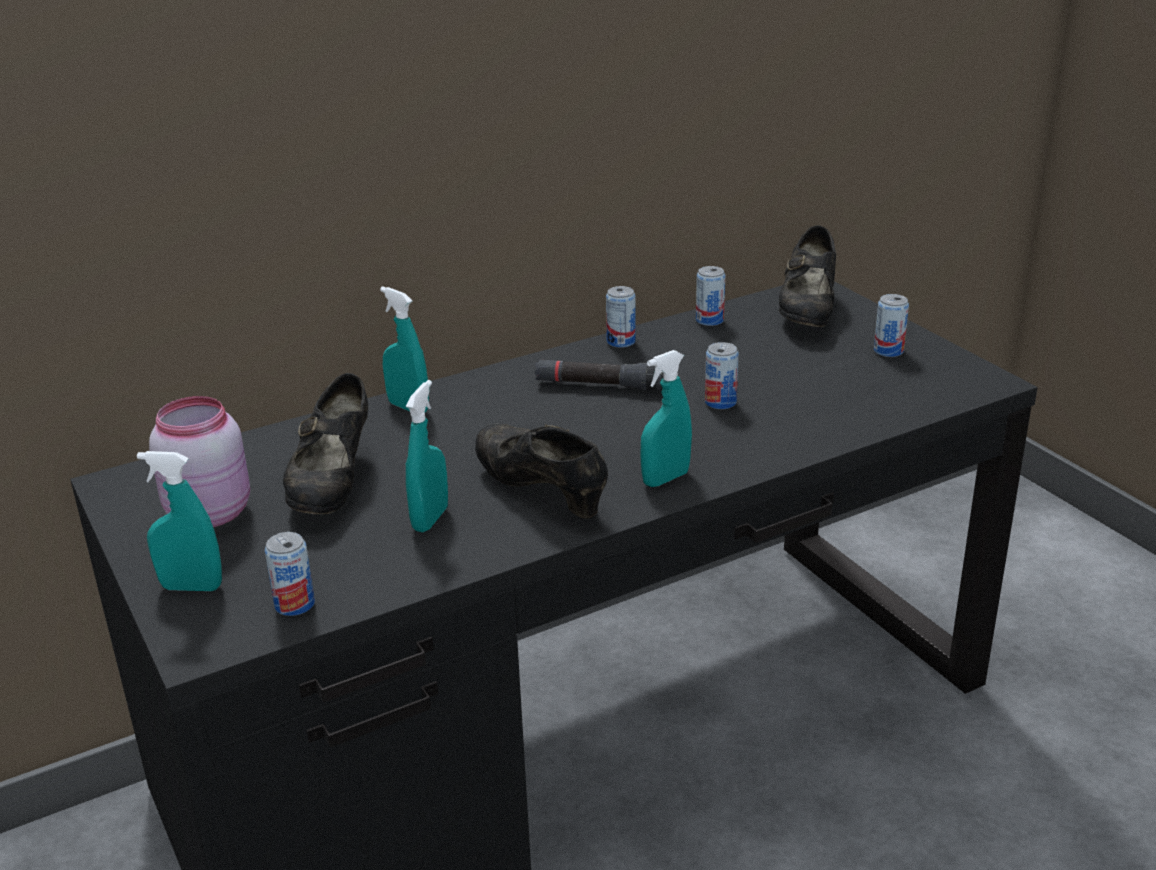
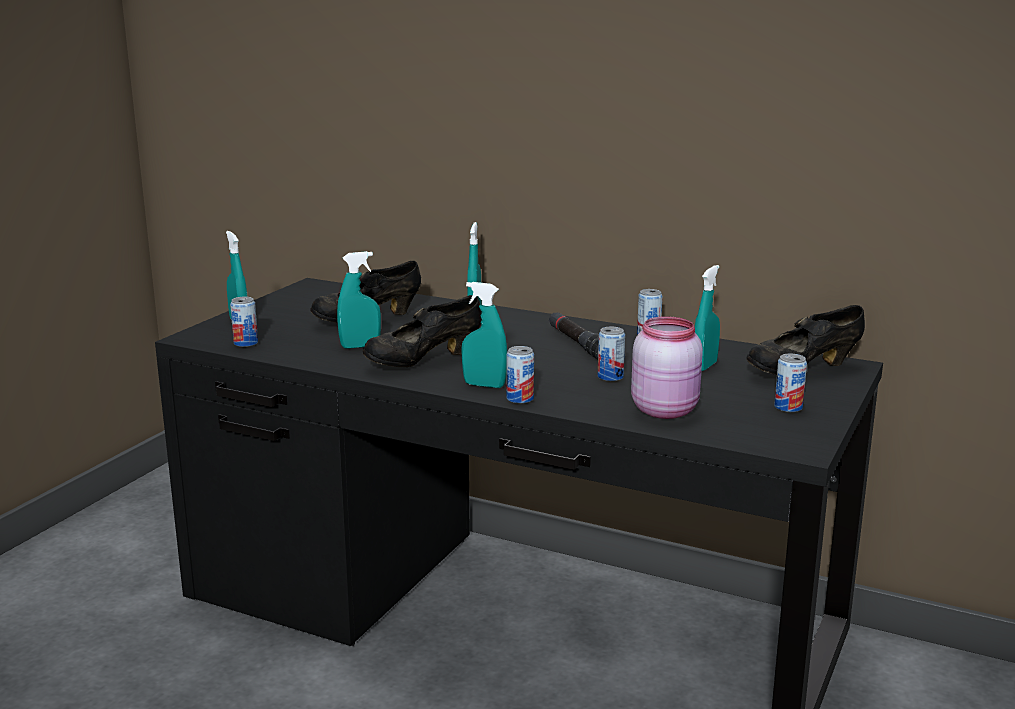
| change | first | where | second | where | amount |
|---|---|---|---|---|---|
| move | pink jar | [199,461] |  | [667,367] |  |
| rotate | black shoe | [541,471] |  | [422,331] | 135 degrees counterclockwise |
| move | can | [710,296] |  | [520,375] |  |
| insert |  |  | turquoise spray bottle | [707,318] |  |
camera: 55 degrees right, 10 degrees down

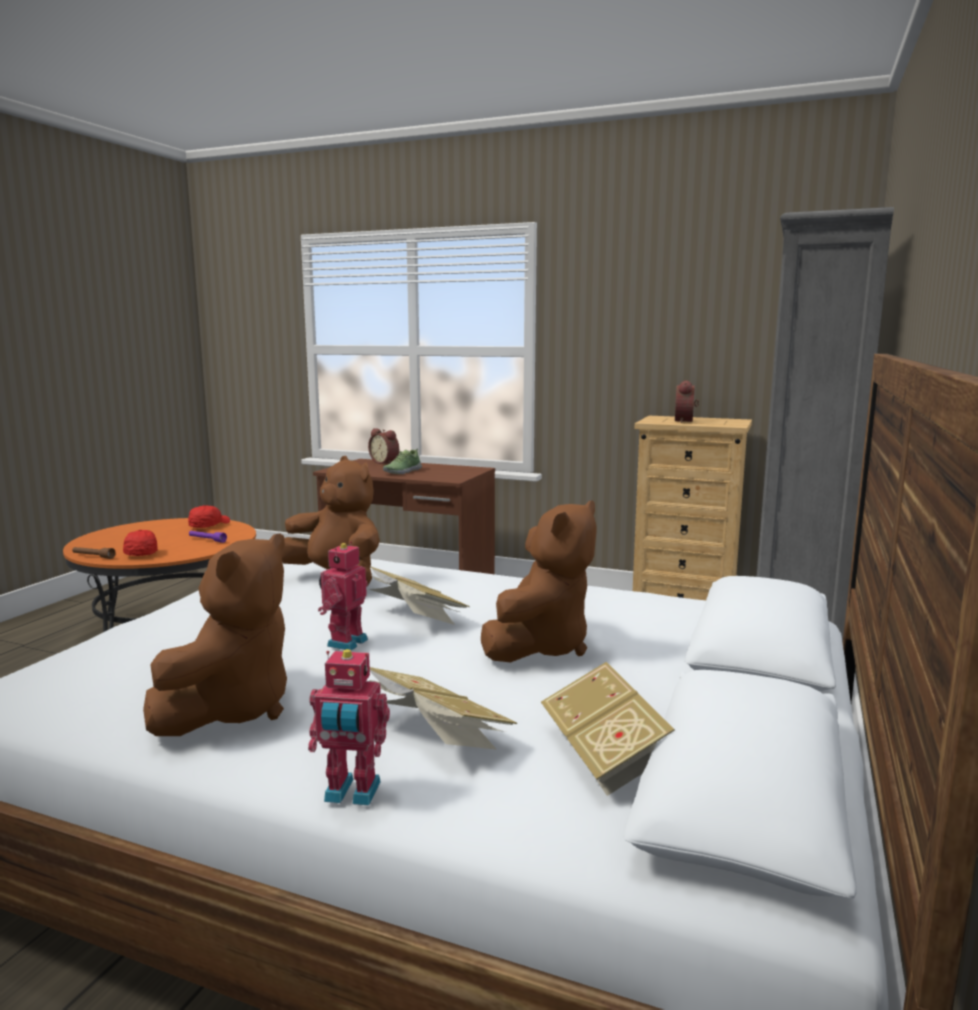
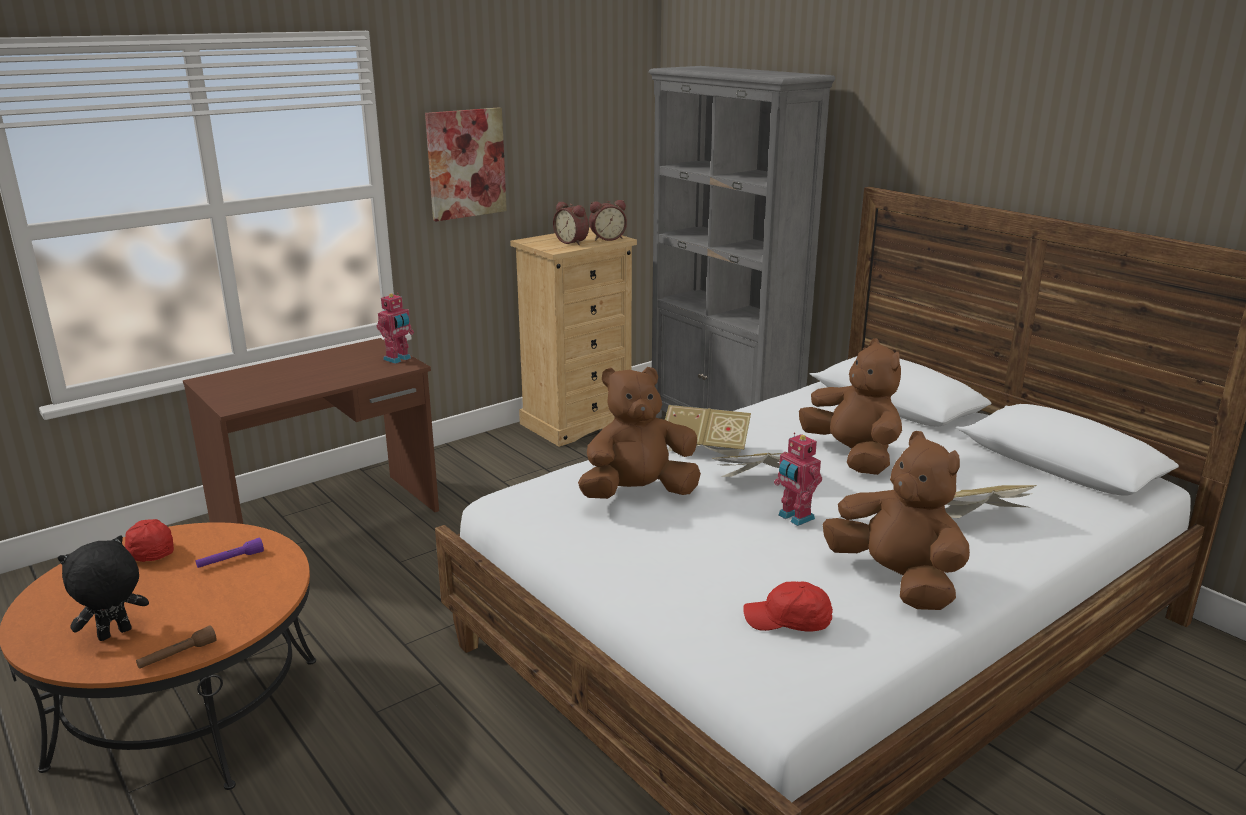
| change | first | where | second | where | amount |
|---|---|---|---|---|---|
| move | red cap | [140,543] |  | [788,606] |  |
| move | toy robot | [349,727] |  | [395,328] |  |
| move | alarm clock | [383,446] |  | [608,220] |  |
| delete | shoe | [402,461] |  |  |  |
| move | book | [608,729] |  | [708,431] |  |
| insert |  |  | black plush toy | [103,588] |  |
| insert |  |  | picture | [466,164] |  |
camera: 60 degrees left, 10 degrees up

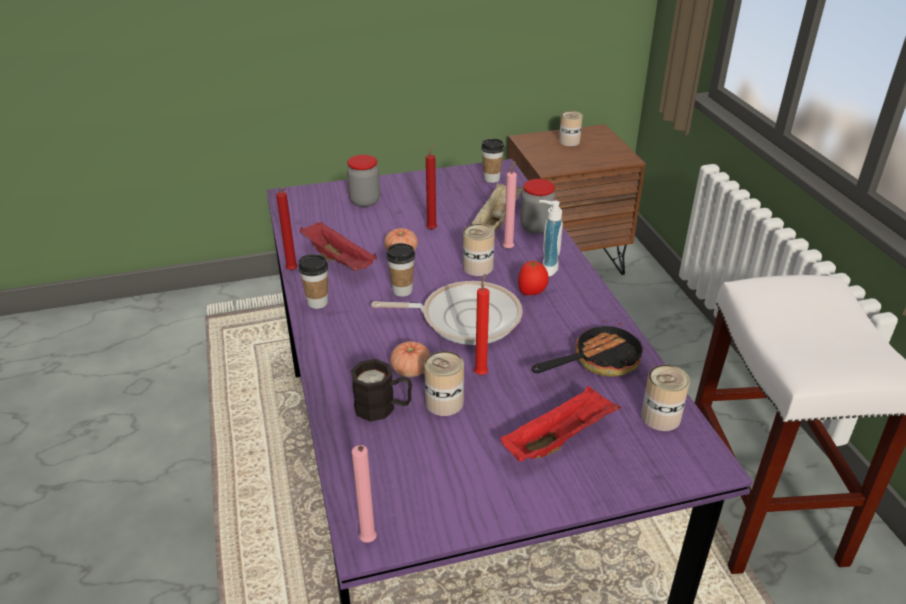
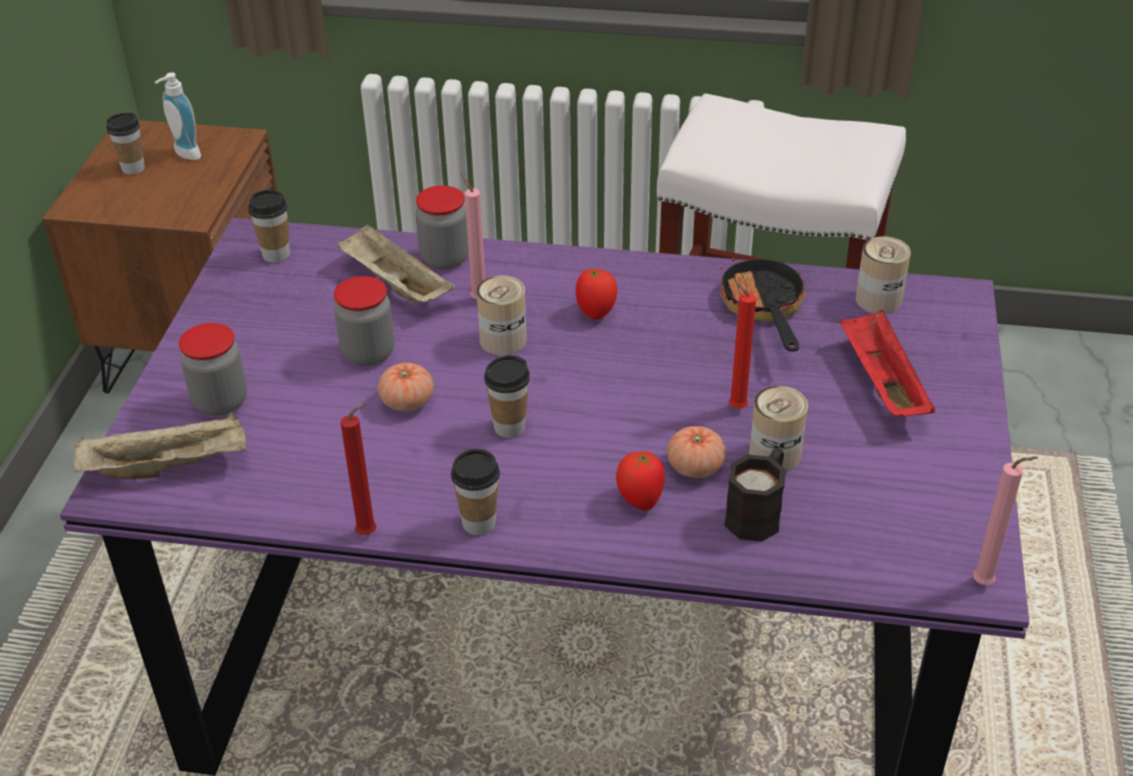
| change | first | where | second | where | amount |
|---|---|---|---|---|---|
| delete | red tray | [338,246] |  |  |  |
| delete | frying pan | [447,313] |  |  |  |
| replace | red candle | [431,187] | jar | [364,321] |  |
| move | soap dispenser | [551,238] |  | [178,116] |  |
| replace | can | [571,128] | cup | [125,144] |  |
| insert |  |  | beige tray | [159,445] |  |
| insert |  |  | tomato | [640,479] |  |
camera: 65 degrees left, 5 degrees up

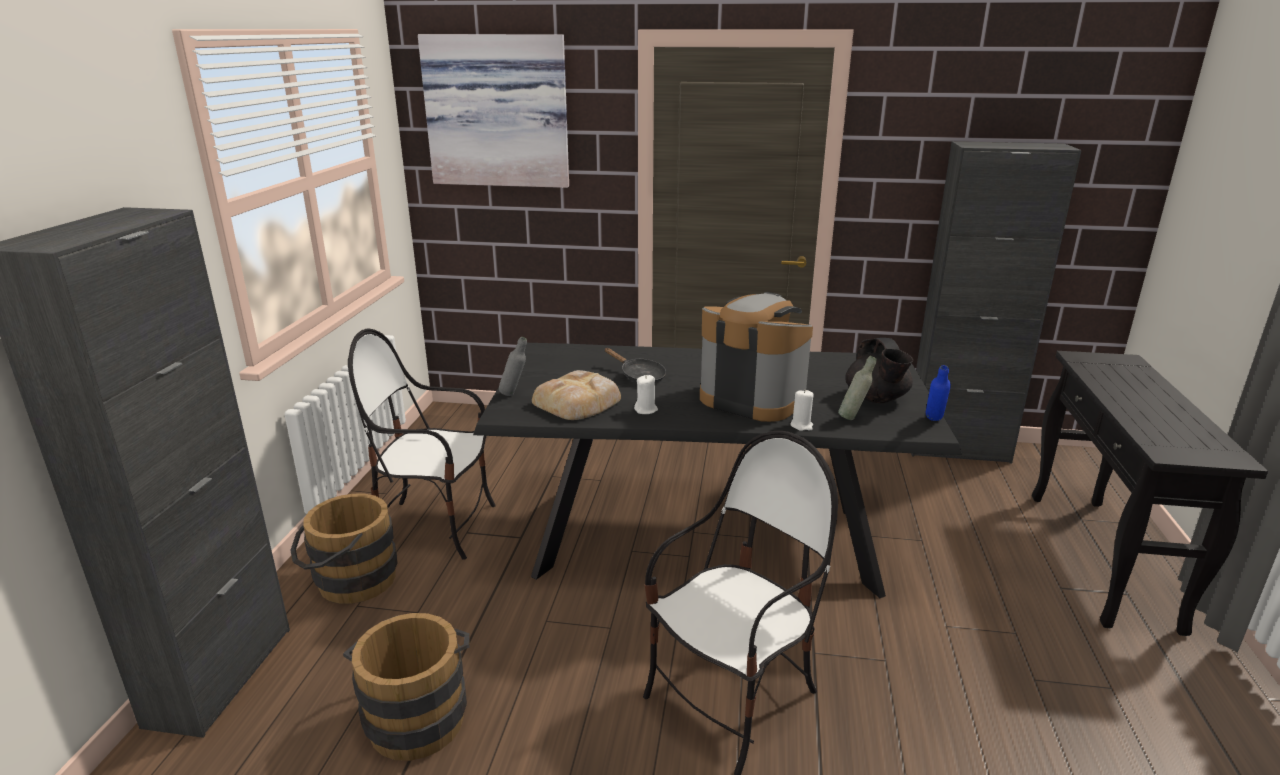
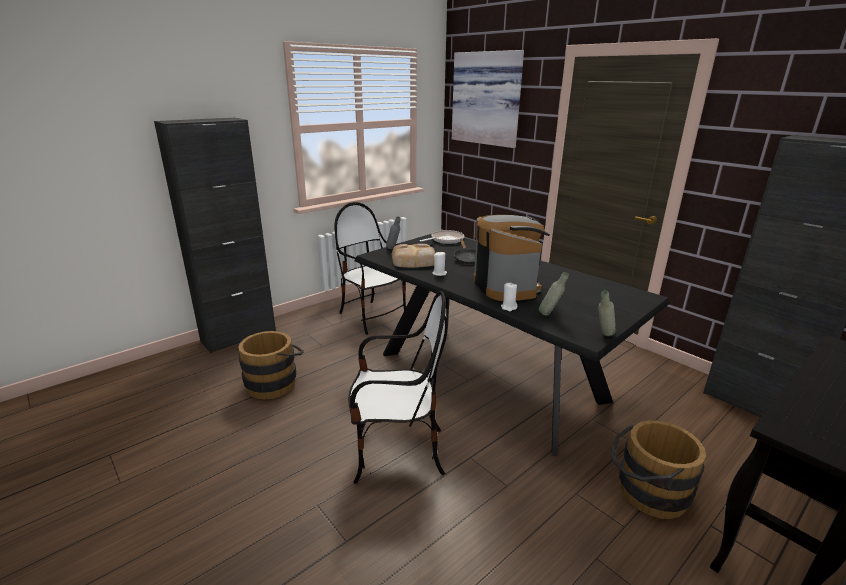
| change | first | where | second | where | amount |
|---|---|---|---|---|---|
| move | brown bucket | [344,549] |  | [658,469] |  |
| delete | black teapot | [879,370] |  |  |  |
| recolor | blue bottle | [938,393] | grey bottle | [607,313] |  |
| insert |  |  | frying pan | [442,237] |  |
camera: 40 degrees right, 0 degrees up

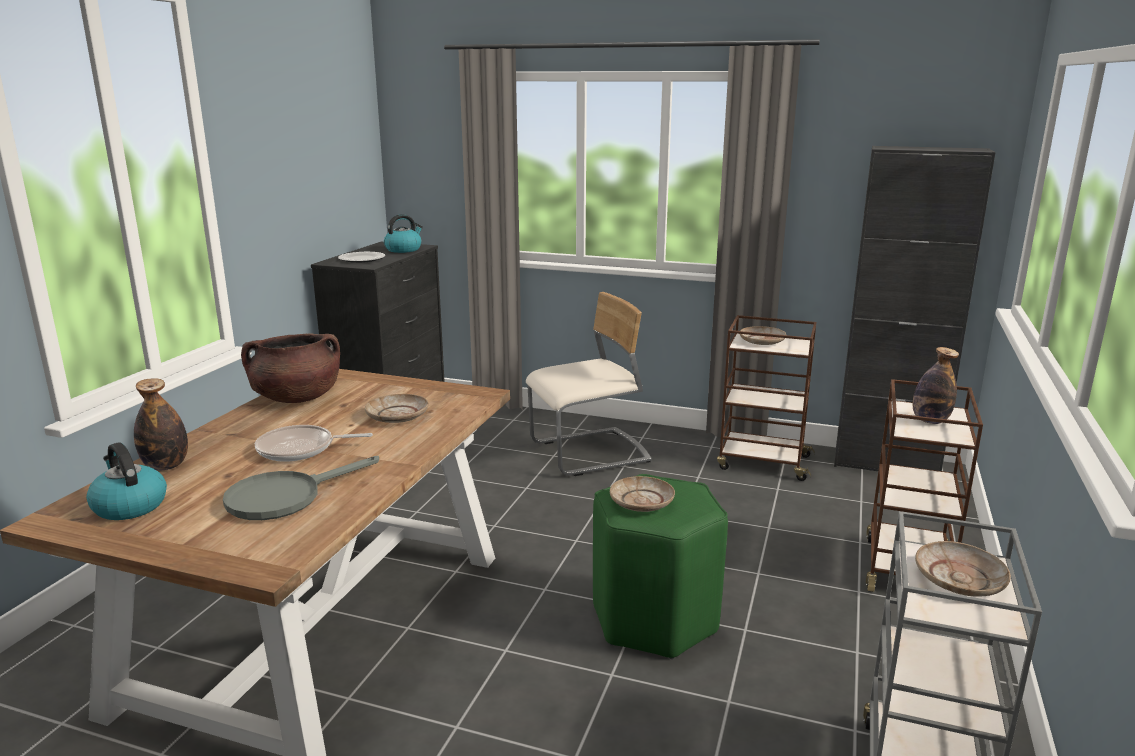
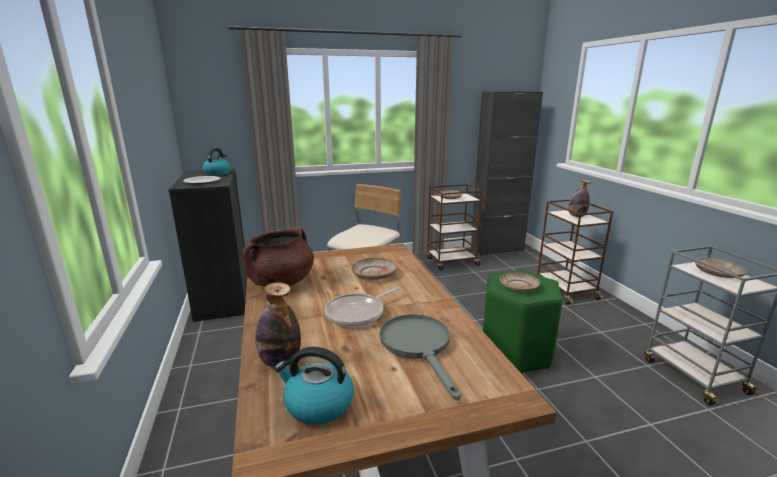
| change | first | where | second | where | amount |
|---|---|---|---|---|---|
| rotate | grey frying pan | [301,488] |  | [420,357] | 150 degrees clockwise |
camera: 35 degrees left, 0 degrees up

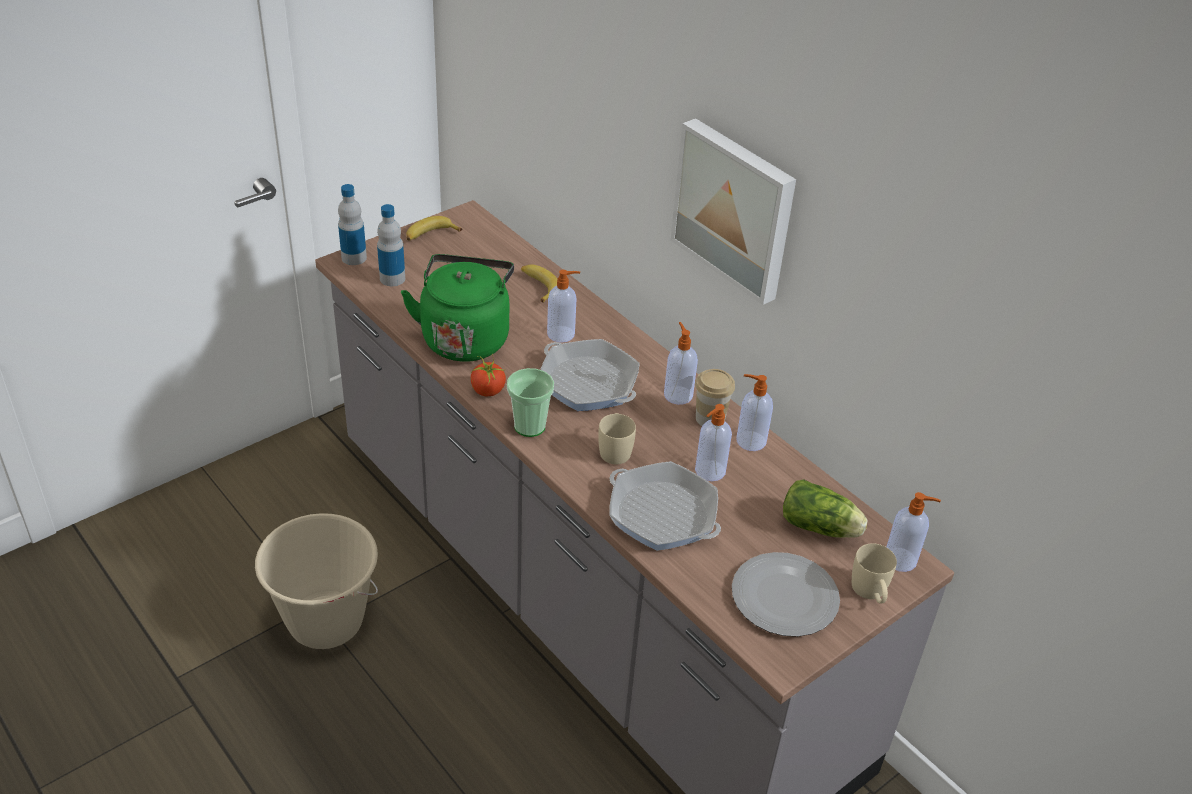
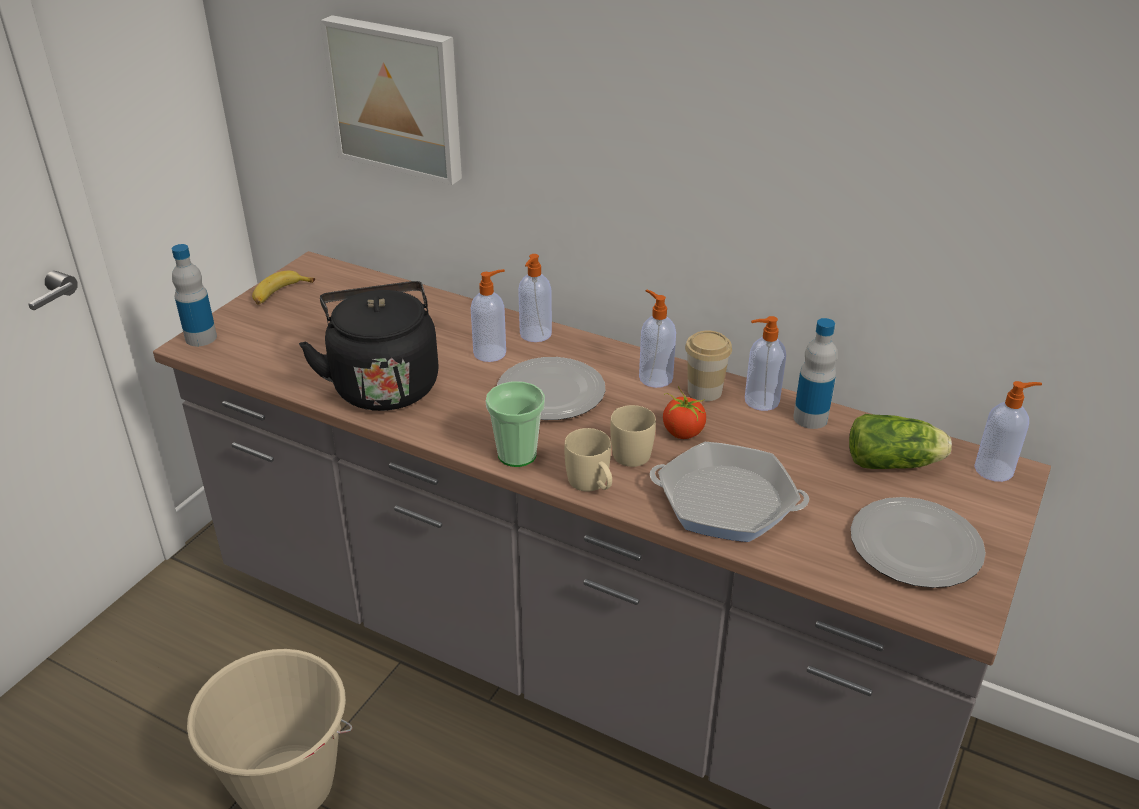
| change | first | where | second | where | amount |
|---|---|---|---|---|---|
| move | bottle | [391,245] |  | [815,373] |  |
| recolor | green kettle | [457,308] | black kettle | [369,346] |  |
| move | tomato | [488,375] |  | [684,412] |  |
| delete | banana | [539,283] |  |  |  |
| replace | frying pan | [590,375] | plate | [551,388] |  |
| move | picture | [733,211] |  | [391,100] |  |
| move | soap dispenser | [713,442] |  | [535,298] |  |
| move | beige mug | [874,573] |  | [588,460] |  |
camera: 20 degrees left, 5 degrees down

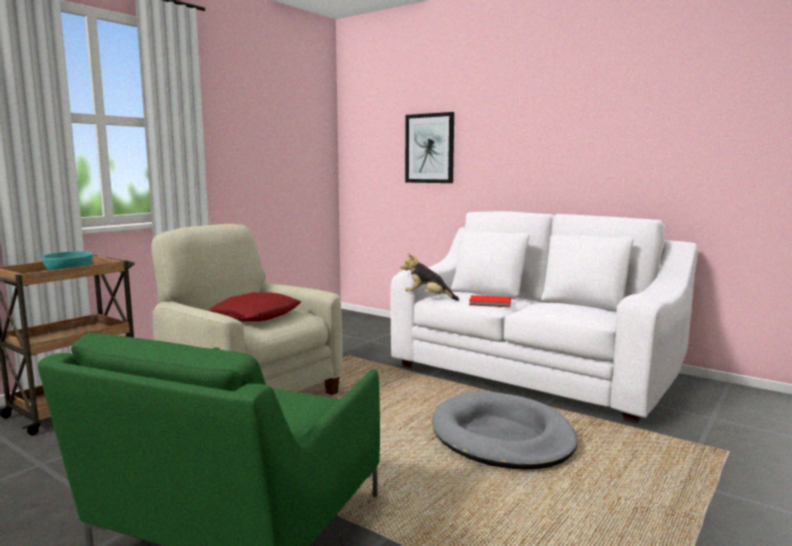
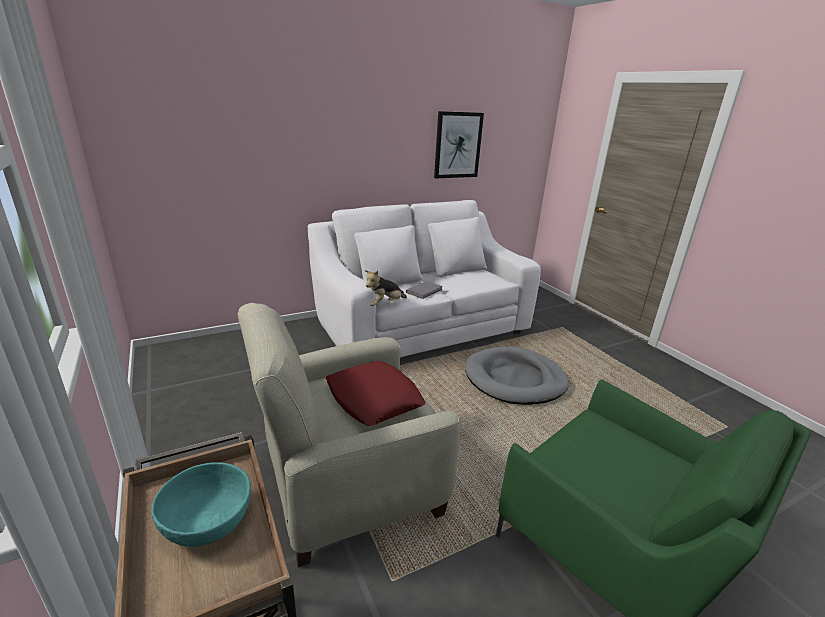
| change | first | where | second | where | amount |
|---|---|---|---|---|---|
| move | picture | [429,147] |  | [459,144] |  |
| recolor | red book | [490,301] | grey book | [424,290] |  |
camera: 65 degrees left, 15 degrees up

